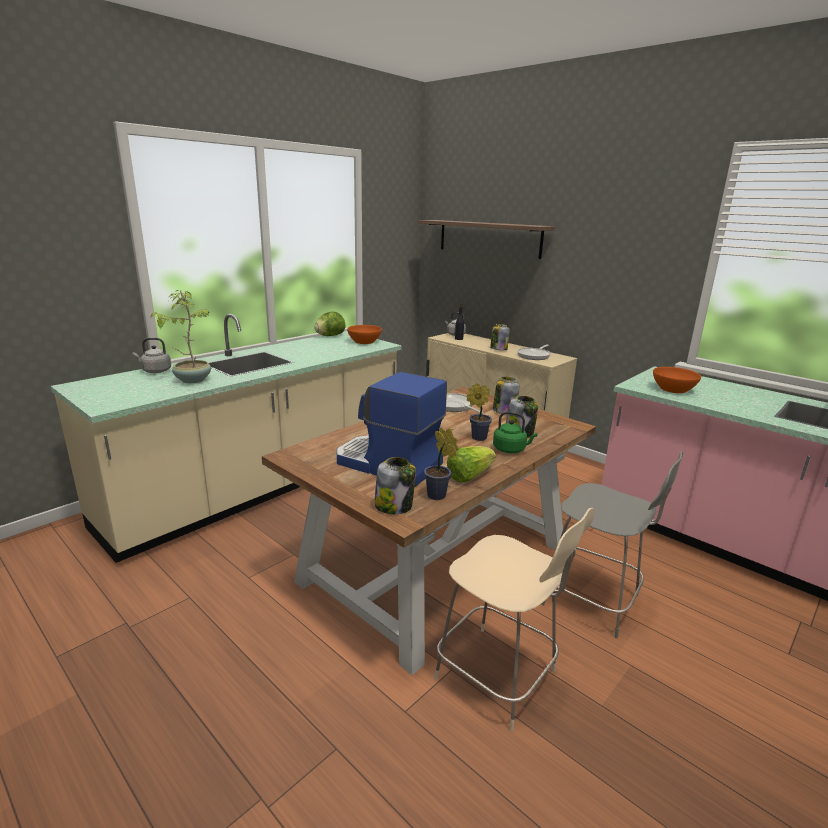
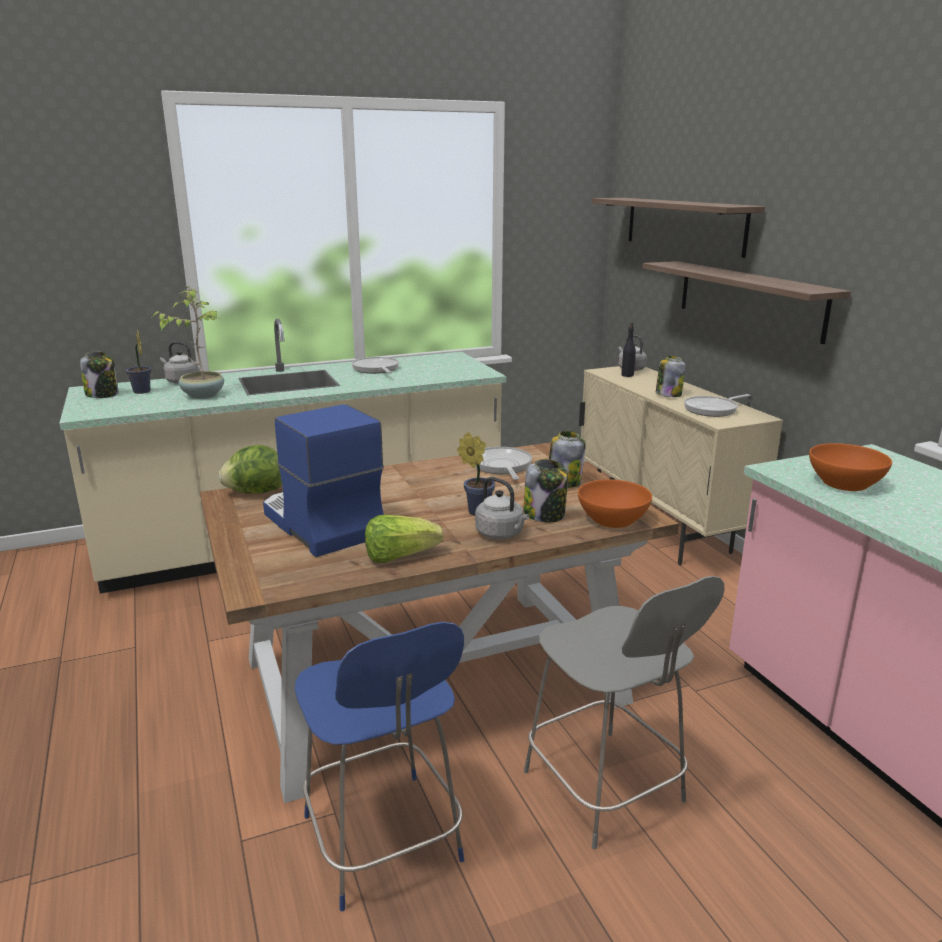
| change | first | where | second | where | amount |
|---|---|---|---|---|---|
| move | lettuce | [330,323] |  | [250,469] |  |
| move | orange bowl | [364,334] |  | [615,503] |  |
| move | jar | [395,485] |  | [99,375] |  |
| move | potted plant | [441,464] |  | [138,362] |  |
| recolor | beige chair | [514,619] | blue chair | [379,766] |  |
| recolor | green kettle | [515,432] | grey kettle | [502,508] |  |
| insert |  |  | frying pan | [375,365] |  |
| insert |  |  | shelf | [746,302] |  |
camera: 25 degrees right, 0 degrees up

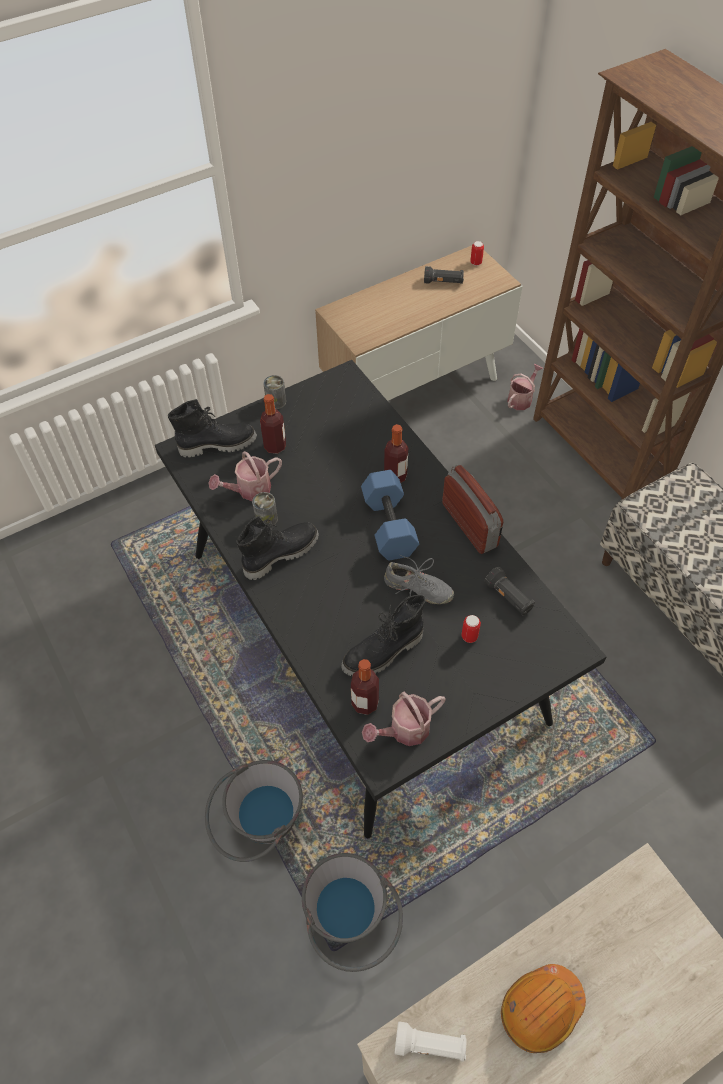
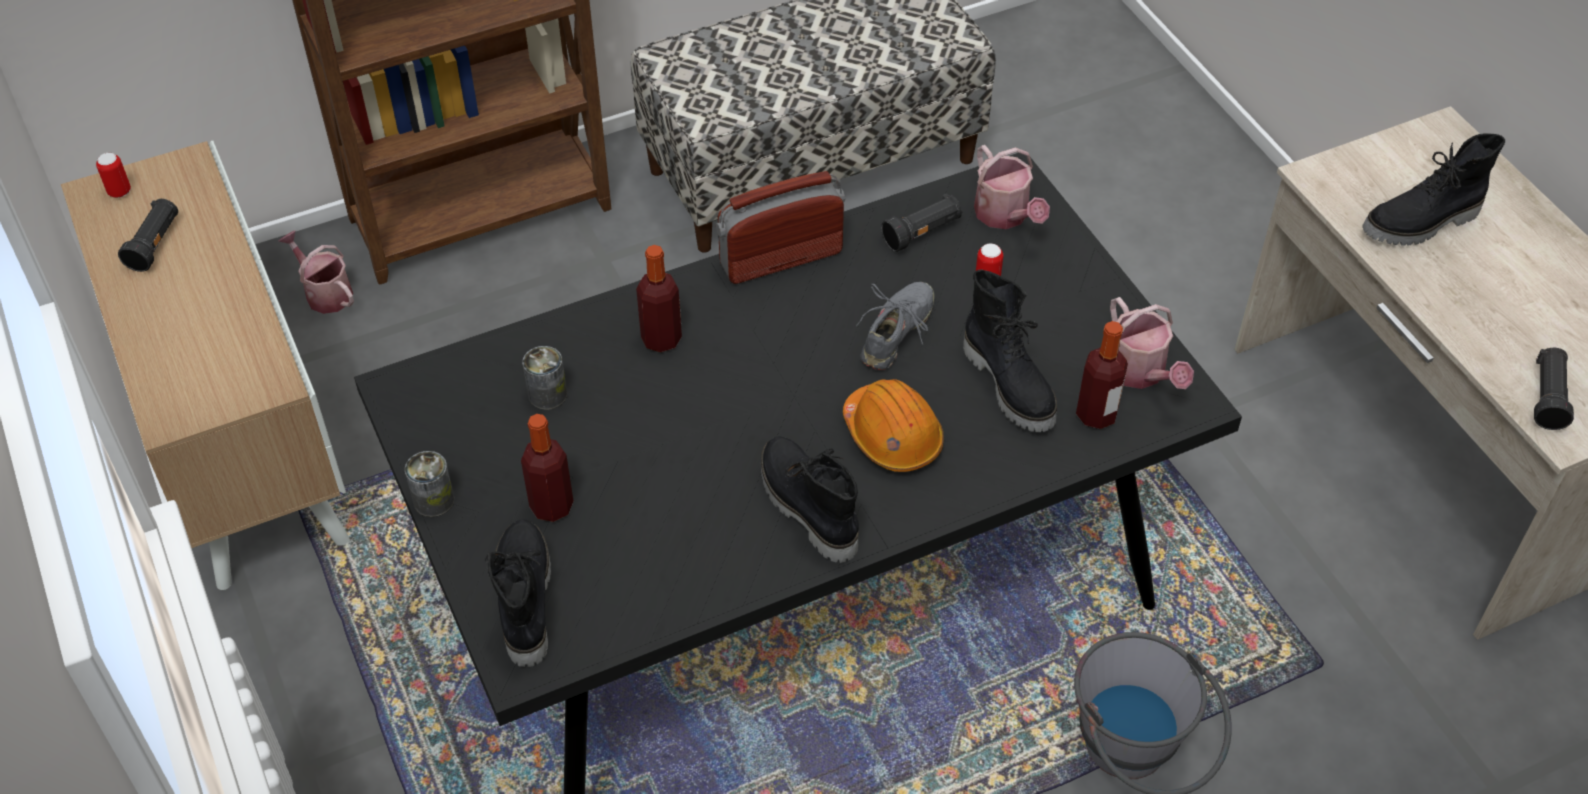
| change | first | where | second | where | amount |
|---|---|---|---|---|---|
| move | watering can | [245,476] |  | [1012,187] |  |
| move | can | [265,508] |  | [544,378] |  |
| delete | grey bucket | [352,912] |  |  |  |
| delete | blue dumbbell | [390,515] |  |  |  |
| recolor | white flashlight | [430,1041] | black flashlight | [1554,389] |  |
| move | orange hard hat | [543,1008] |  | [893,425] |  |
| insert |  |  | black boot | [1433,189] |  |
camera: 85 degrees left, 5 degrees down

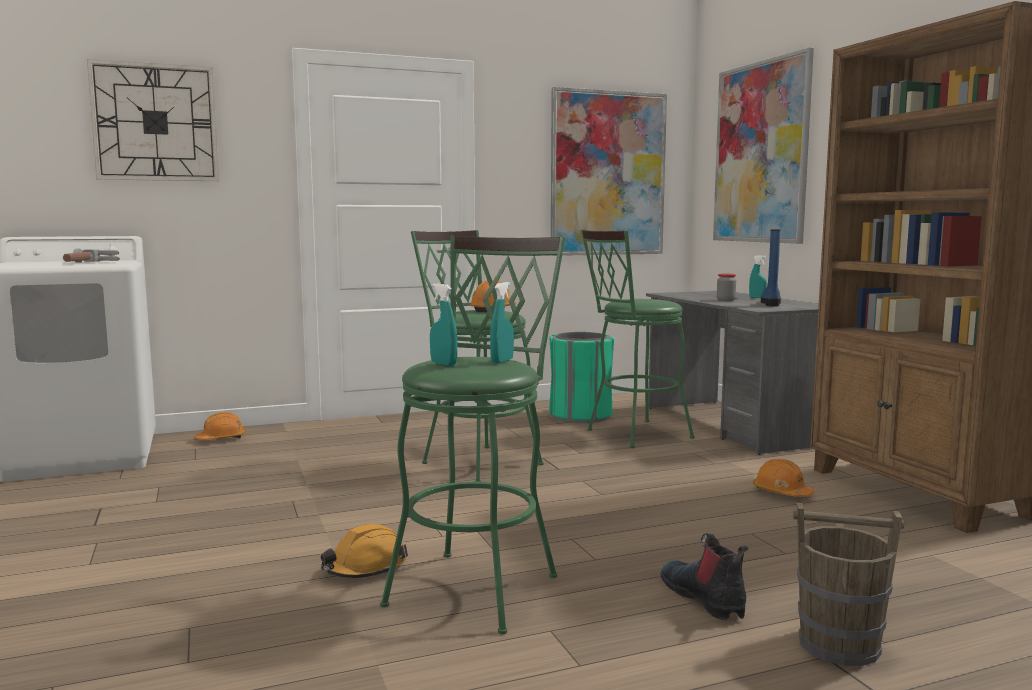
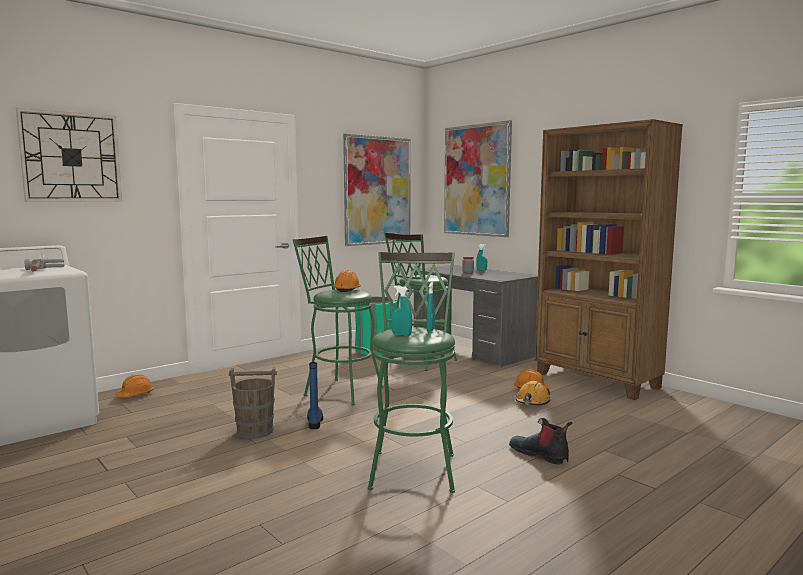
| change | first | where | second | where | amount |
|---|---|---|---|---|---|
| move | orange hard hat | [364,551] |  | [533,393] |  |
| move | blue boot | [771,267] |  | [315,395] |  |
| move | brown bucket | [848,584] |  | [253,403] |  |
camera: 20 degrees left, 0 degrees up

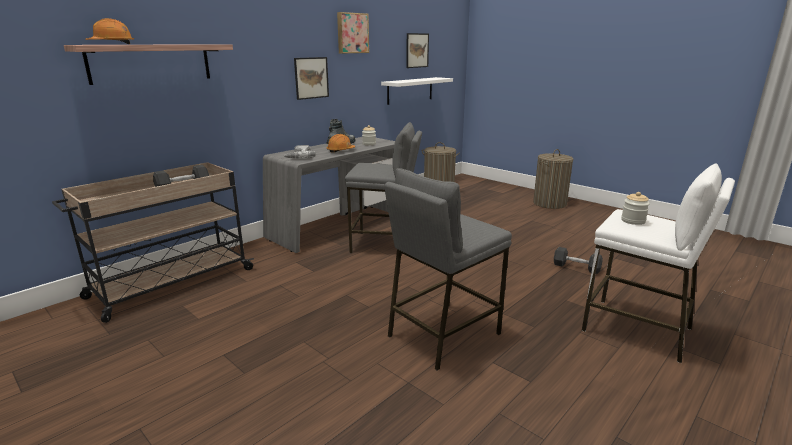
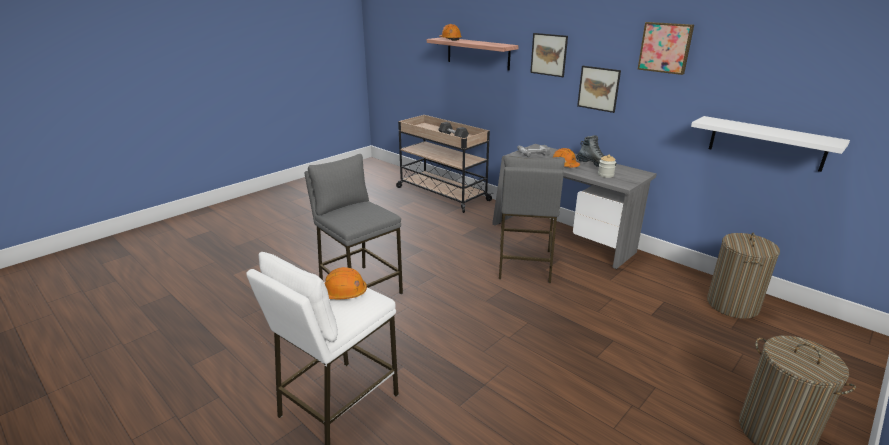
| change | first | where | second | where | amount |
|---|---|---|---|---|---|
| move | picture | [417,50] |  | [549,55] |  |
| delete | grey dumbbell | [578,260] |  |  |  |
| replace | jar | [635,208] | orange hard hat | [346,283] |  |
camera: 90 degrees right, 5 degrees up

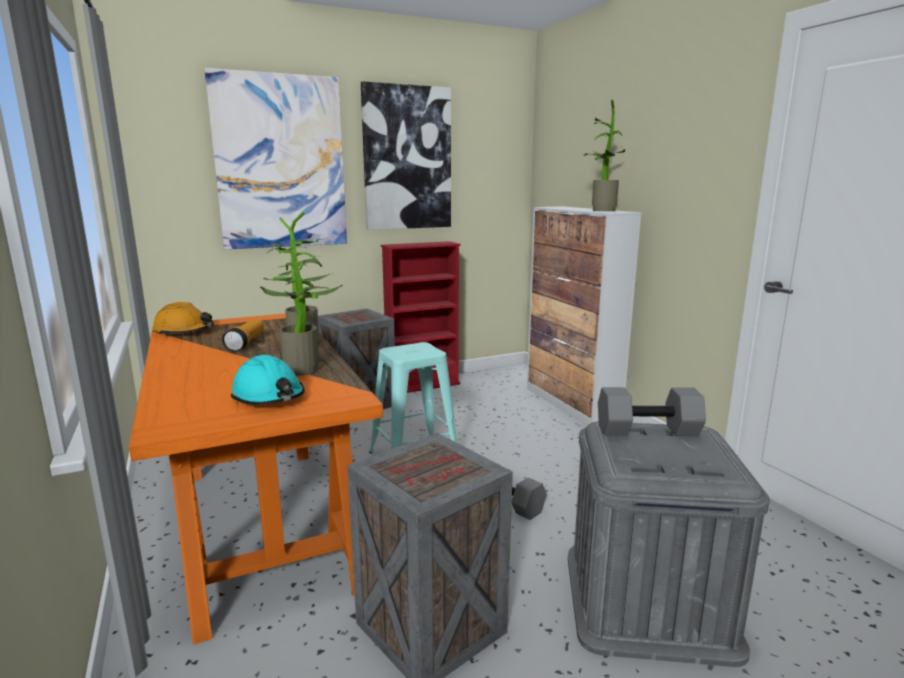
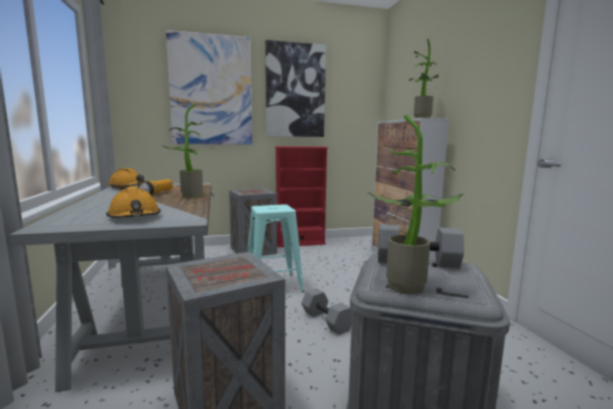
| change | first | where | second | where | amount |
|---|---|---|---|---|---|
| recolor | orange desk | [256,479] | grey desk | [111,287] |  |
| recolor | turquoise hard hat | [268,380] | orange hard hat | [133,202] |  |
| move | potted plant | [301,296] |  | [415,204] |  |
camera: 10 degrees right, 5 degrees down

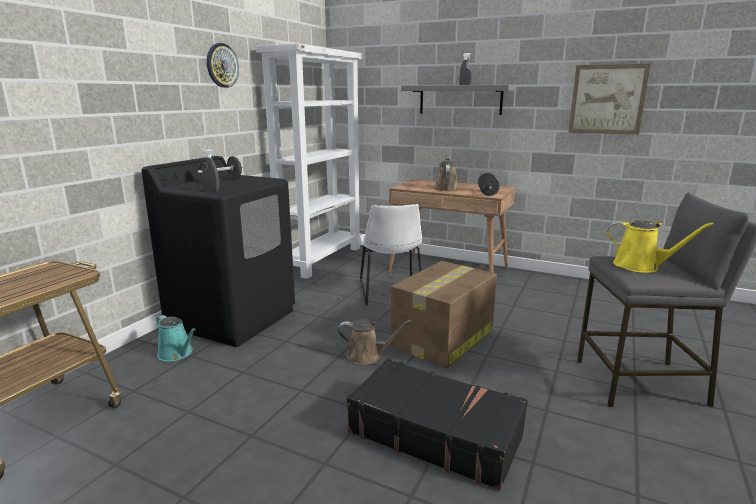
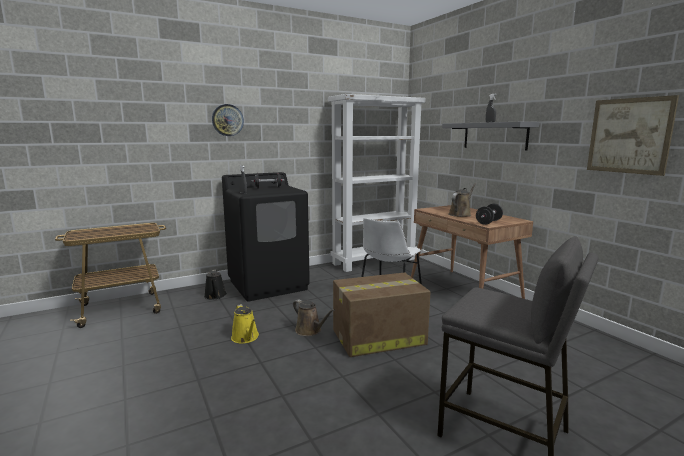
| change | first | where | second | where | amount |
|---|---|---|---|---|---|
| recolor | turquoise watering can | [176,338] | black watering can | [215,284] |  |
| move | wall clock | [223,65] |  | [228,120] |  |
| delete | black suitcase | [437,425] |  |  |  |
| move | yellow watering can | [660,246] |  | [245,324] |  |
camera: 35 degrees right, 5 degrees down

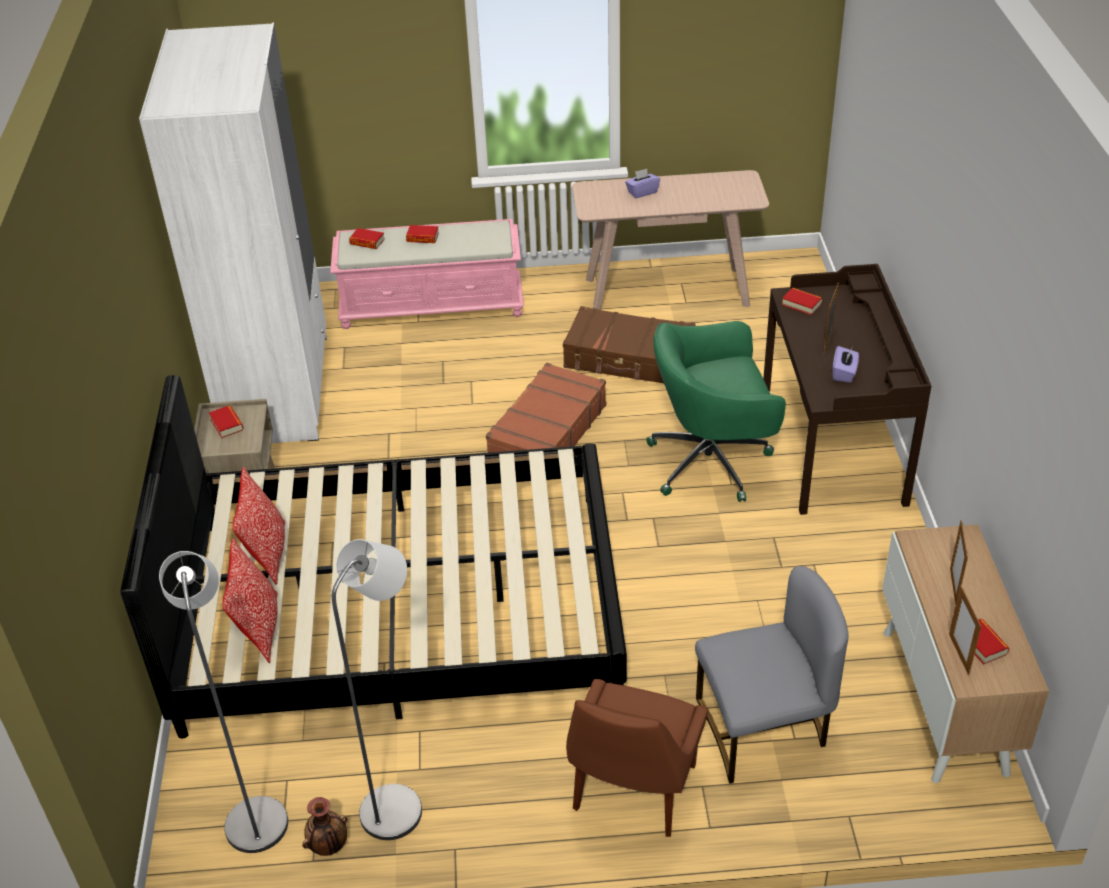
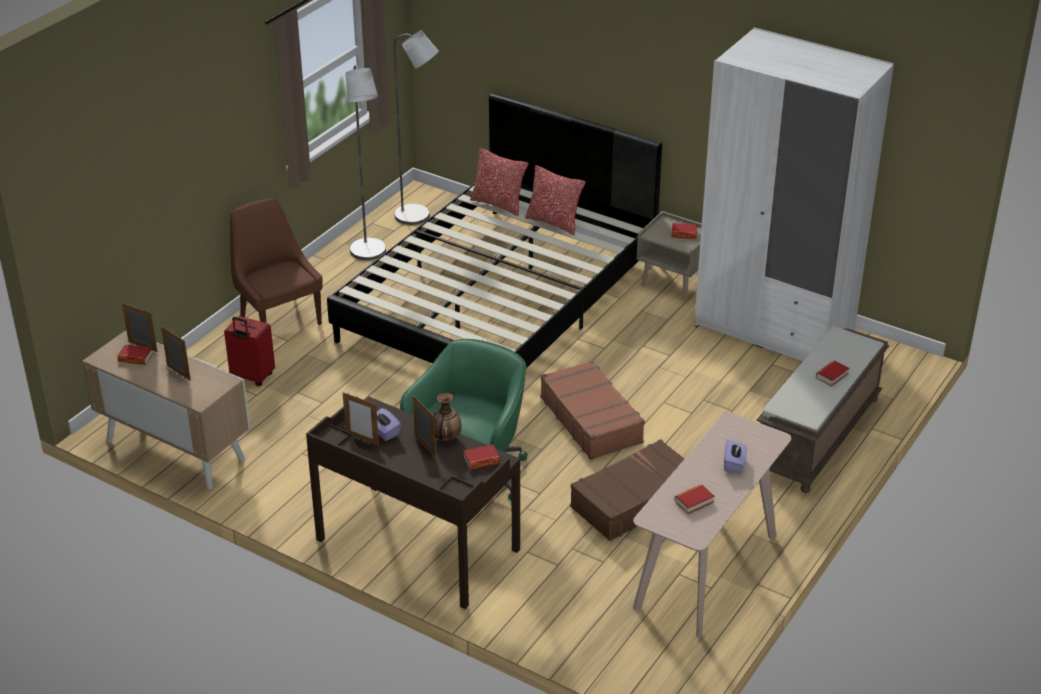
| change | first | where | second | where | amount |
|---|---|---|---|---|---|
| move | vase | [324,826] |  | [447,417] |  |
| recolor | pink bench | [427,274] | brown bench | [823,409] |  |
| move | book | [367,238] |  | [694,499] |  |
| replace | grey chair | [772,675] | red suitcase | [249,351] |  |
| insert |  |  | picture frame | [361,419] |  |
camera: 125 degrees right, 5 degrees down

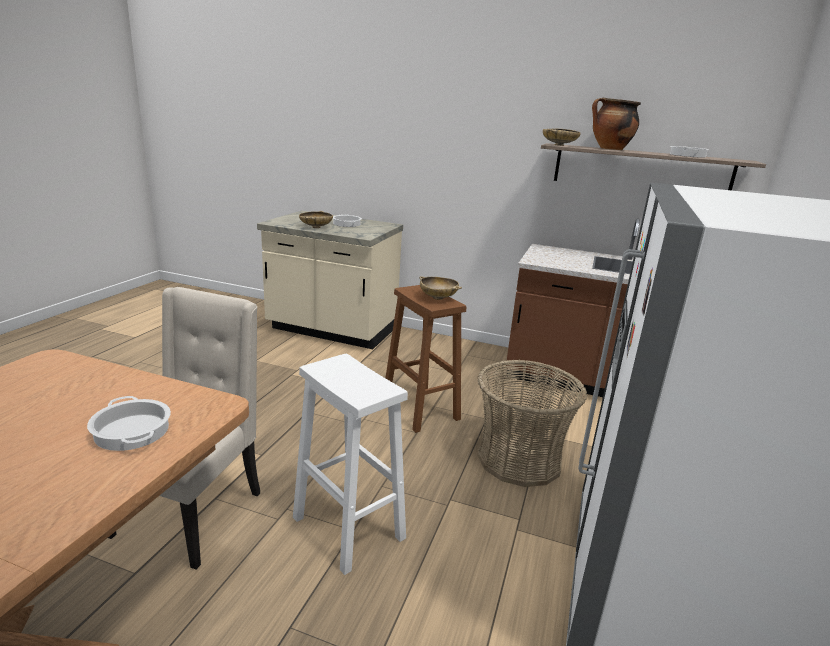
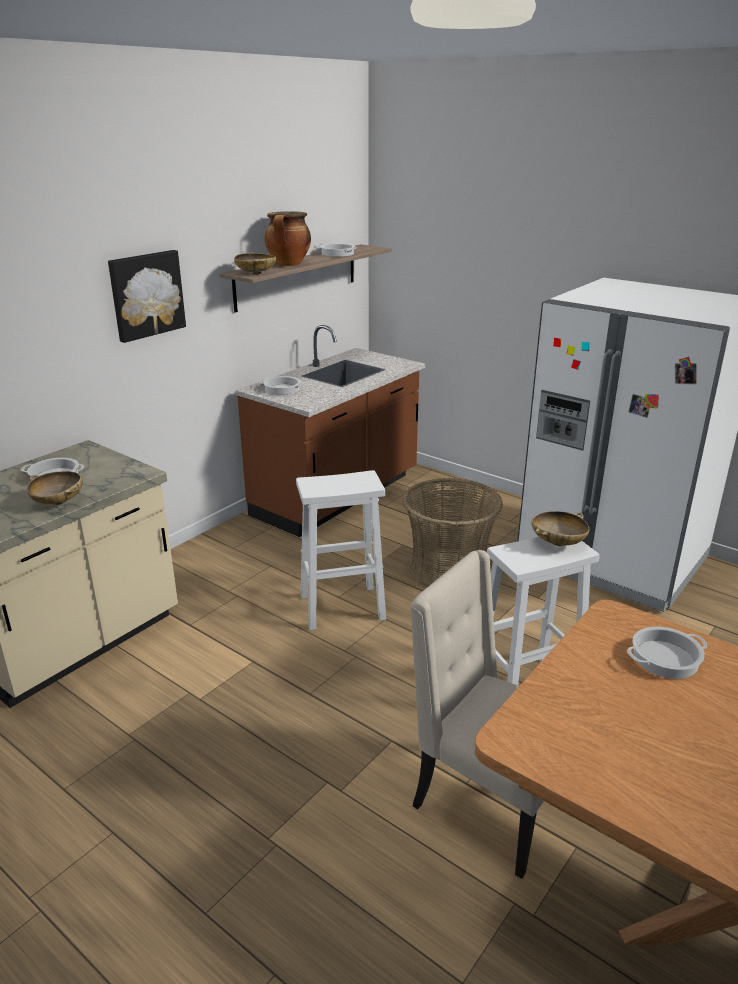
| change | first | where | second | where | amount |
|---|---|---|---|---|---|
| recolor | brown stool | [425,359] | white stool | [341,550] |  |
| move | beige bowl | [440,288] |  | [560,528] |  |
| insert |  |  | picture | [147,296] |  |
| insert |  |  | cooking pot | [282,385] |  |
camera: 70 degrees left, 5 degrees up

